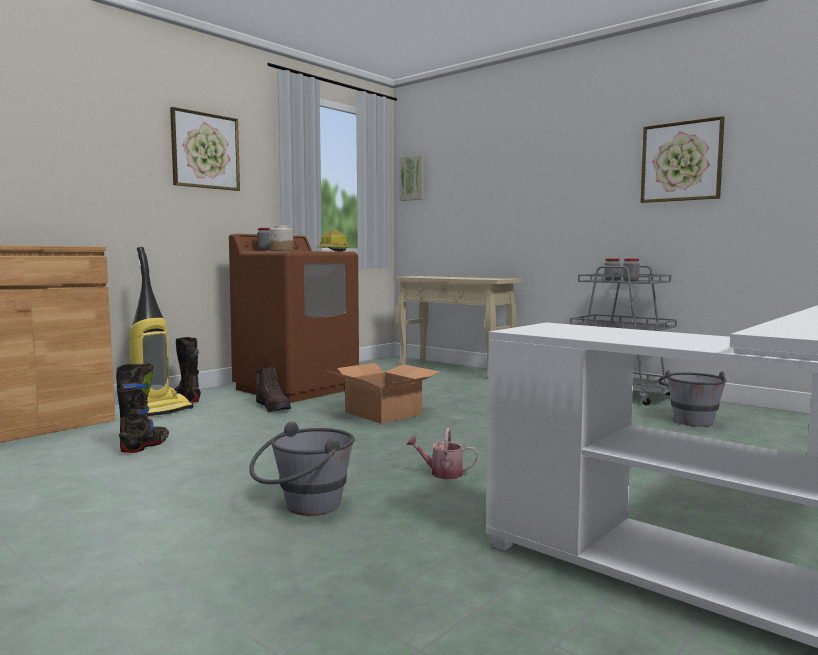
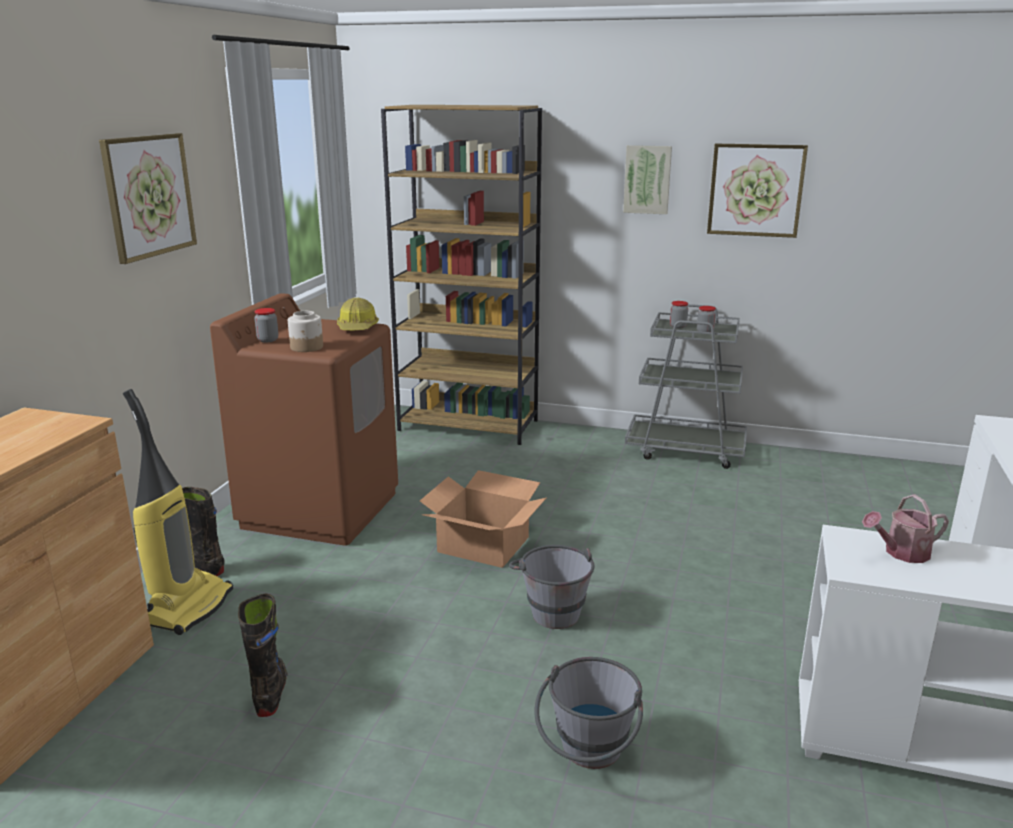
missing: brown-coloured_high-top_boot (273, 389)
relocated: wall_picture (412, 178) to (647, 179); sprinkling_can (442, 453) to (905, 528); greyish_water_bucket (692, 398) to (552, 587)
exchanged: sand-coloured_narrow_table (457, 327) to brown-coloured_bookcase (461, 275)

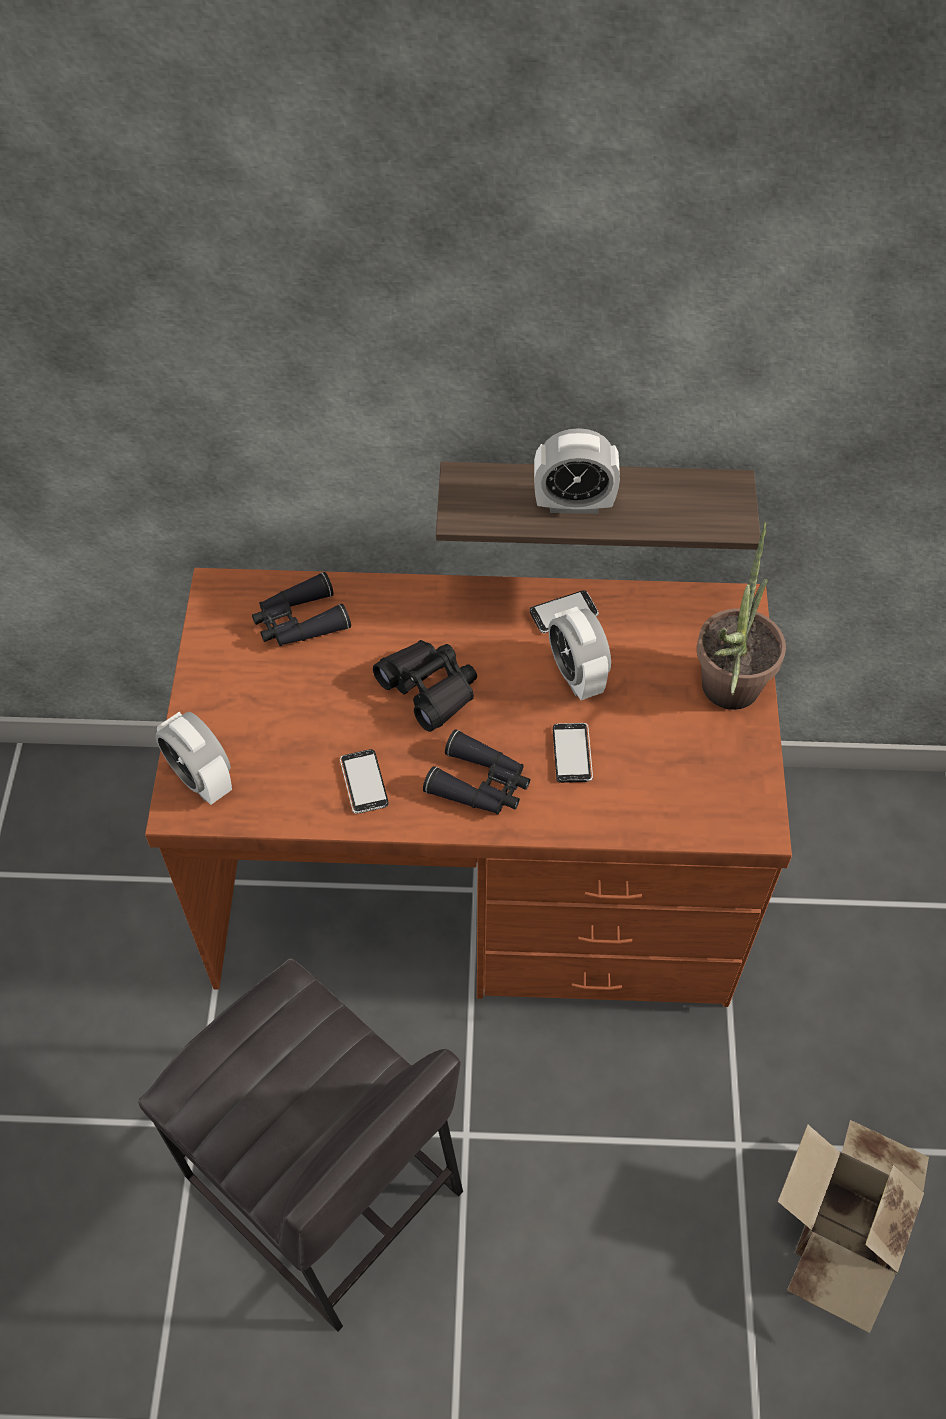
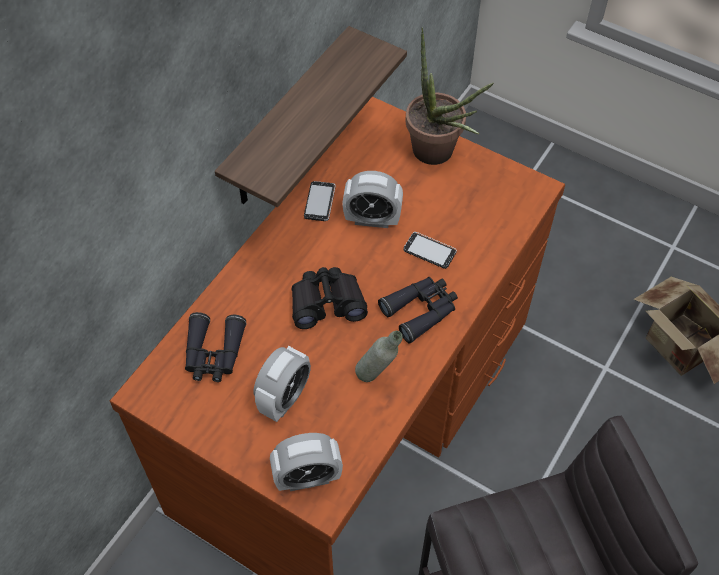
relocated: table_clock (577, 471) to (282, 384)
exchanged: telephone (364, 781) to greyish_beverage_bottle (379, 356)

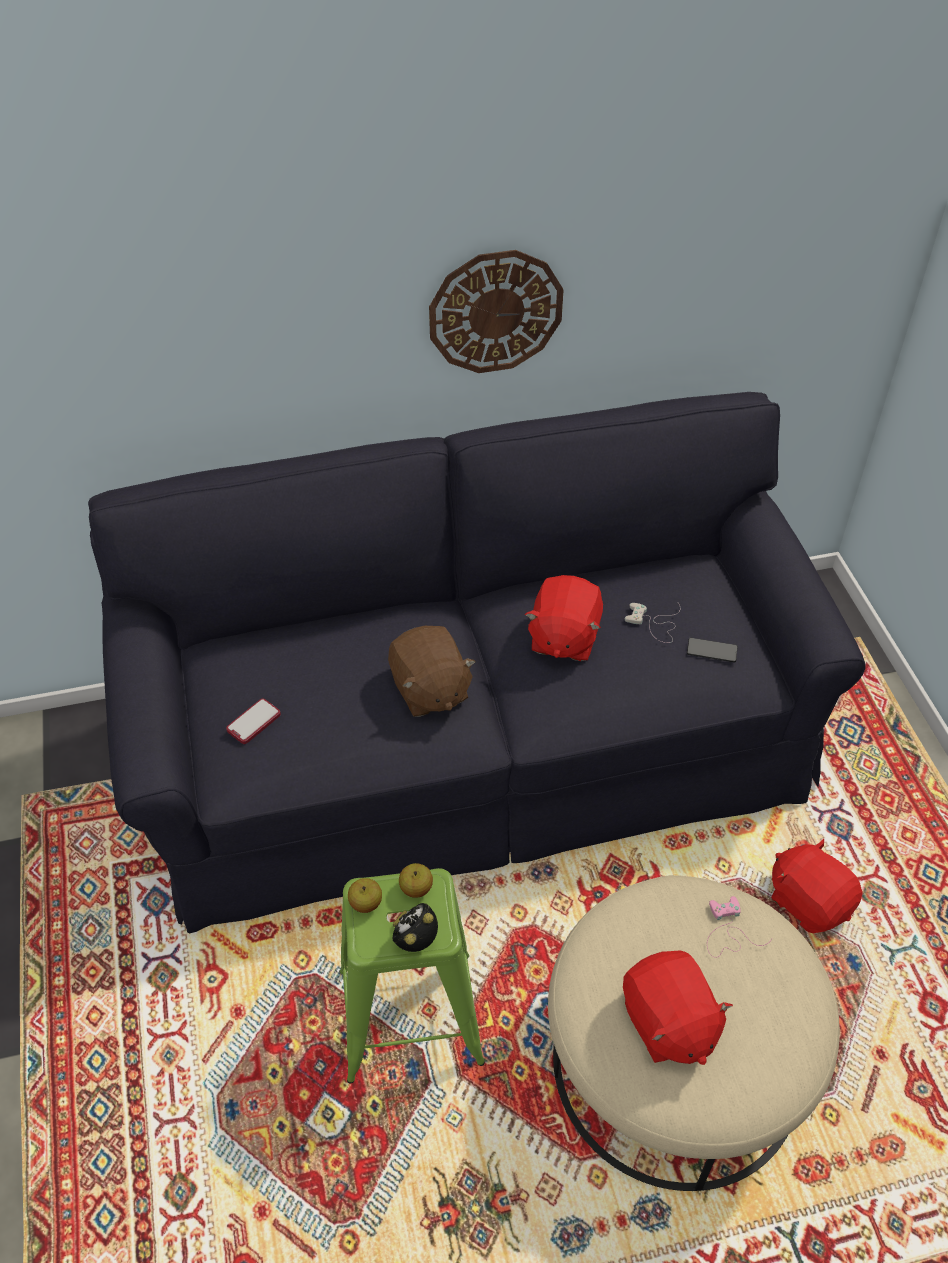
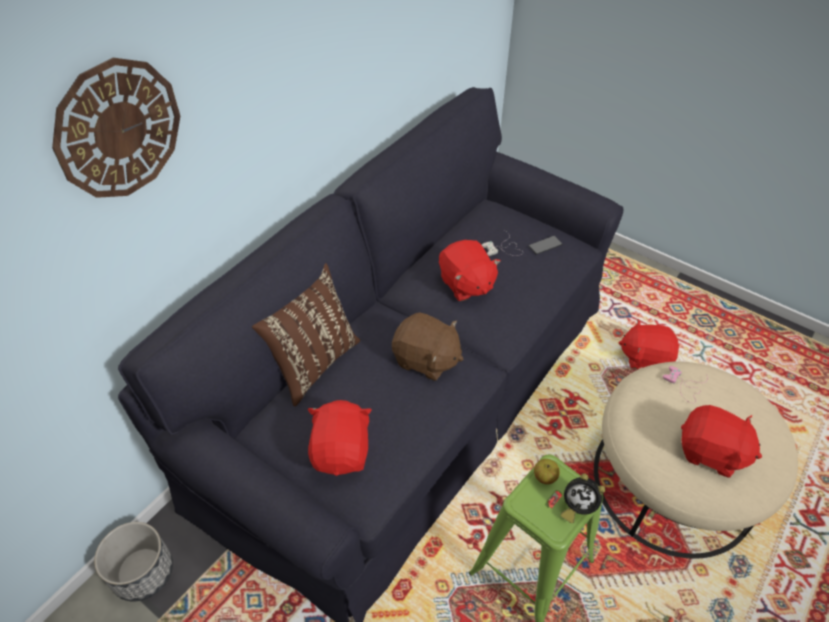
missing: whole_apple (365, 895)
appeared: plant_pot (133, 562); brown-coloured_cushion (306, 334)
relocated: wall_clock (496, 311) to (116, 128)
exchanged: telephone (253, 721) to red-coloured_soft_toy (339, 438)
spun: table_clock (415, 927) = (583, 498) 60 degrees counterclockwise

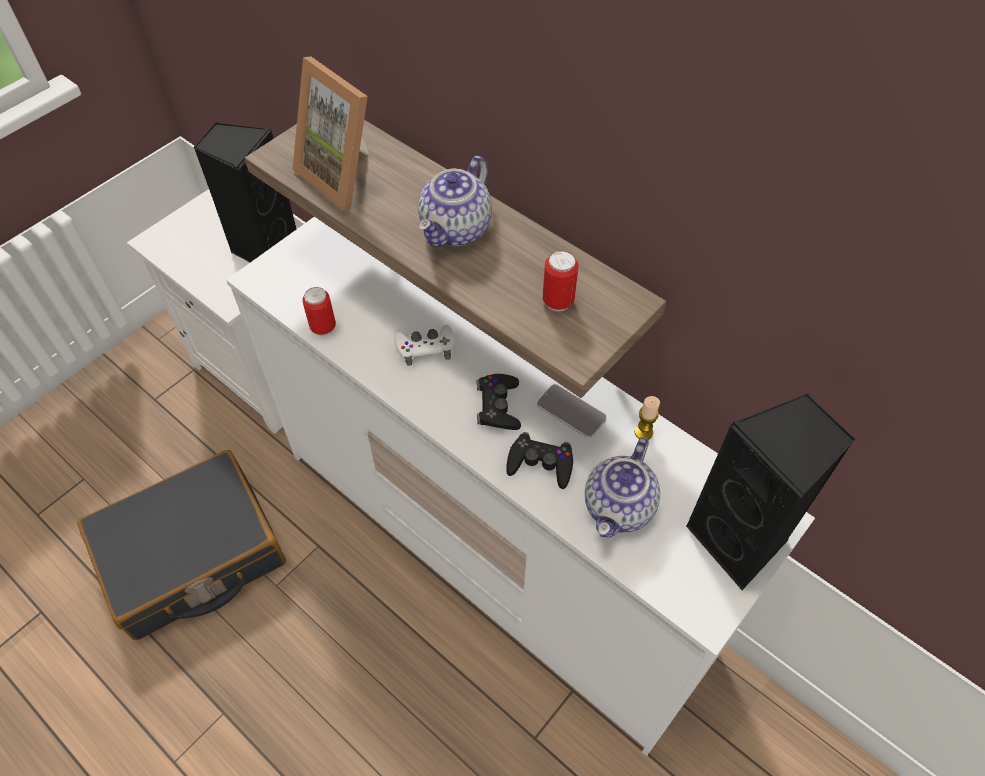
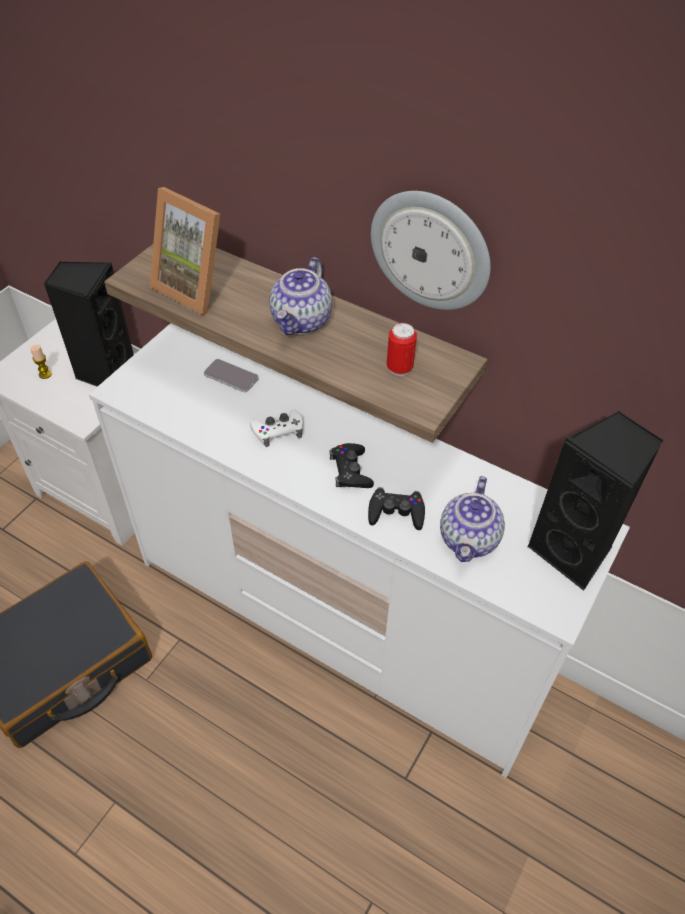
missing: can (319, 311)
appeared: wall_clock (431, 250)
relocated: telephone (572, 411) to (231, 375); wax_light (647, 418) to (41, 362)

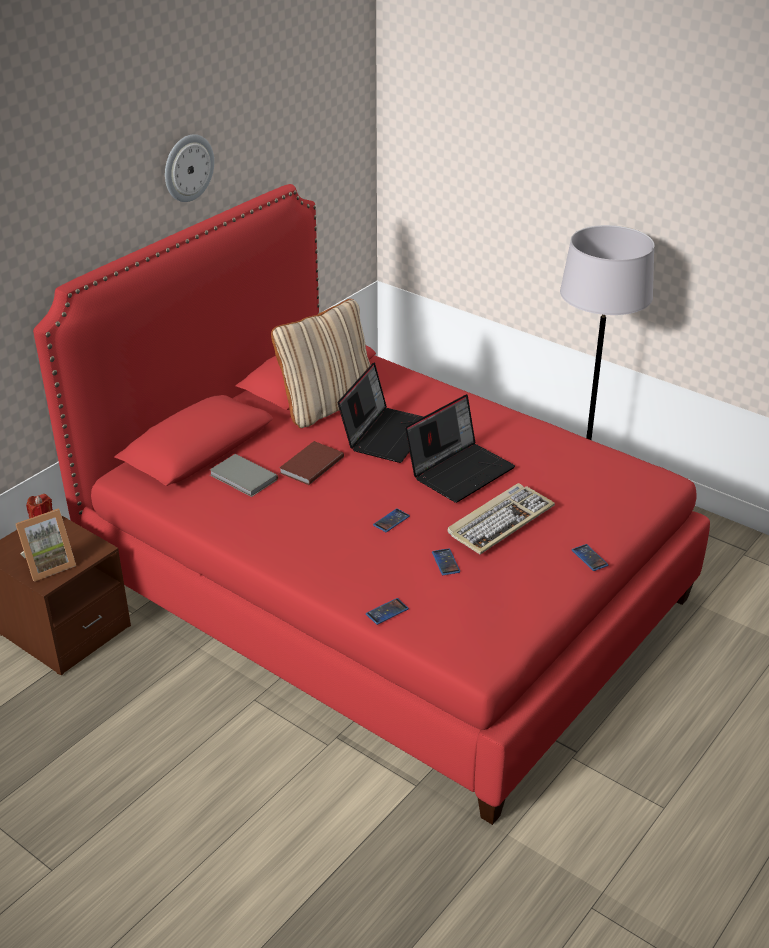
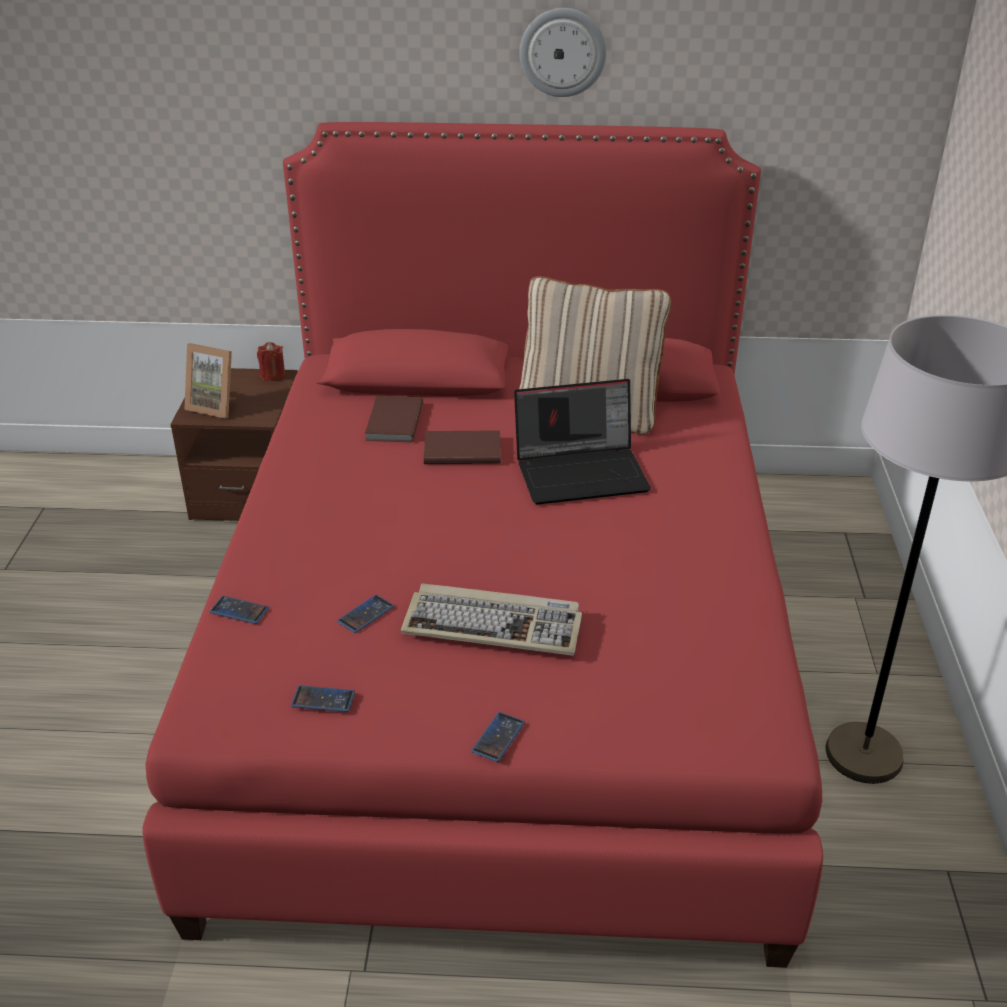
missing: notebook_computer (460, 448)
relocated: telephone (391, 520) to (323, 698)
colour: greyish_volume (244, 475) to brown-coloured_volume (394, 419)

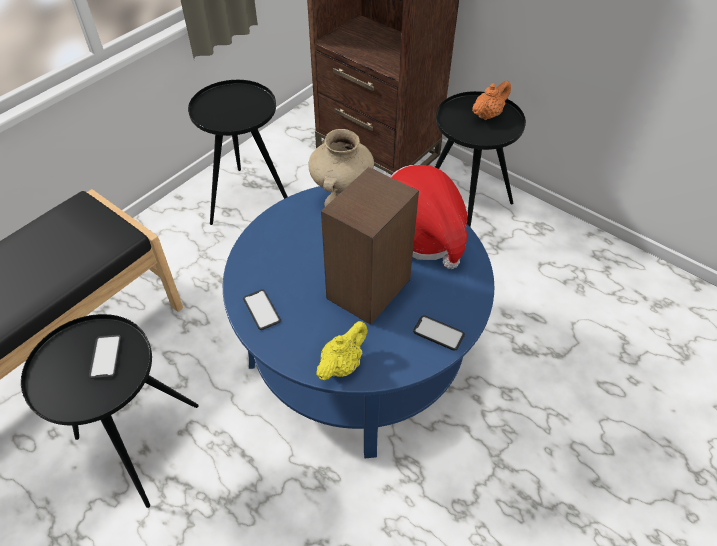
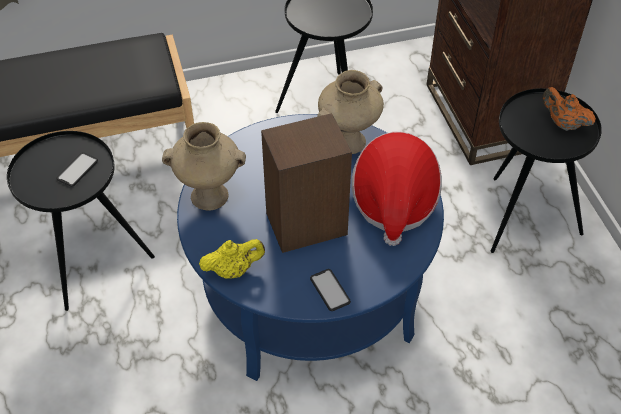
exchanged: telephone (262, 309) to sand-coloured_decorative_vase (204, 166)
spun: orange_tea_pot (491, 100) = (569, 109) 135 degrees counterclockwise

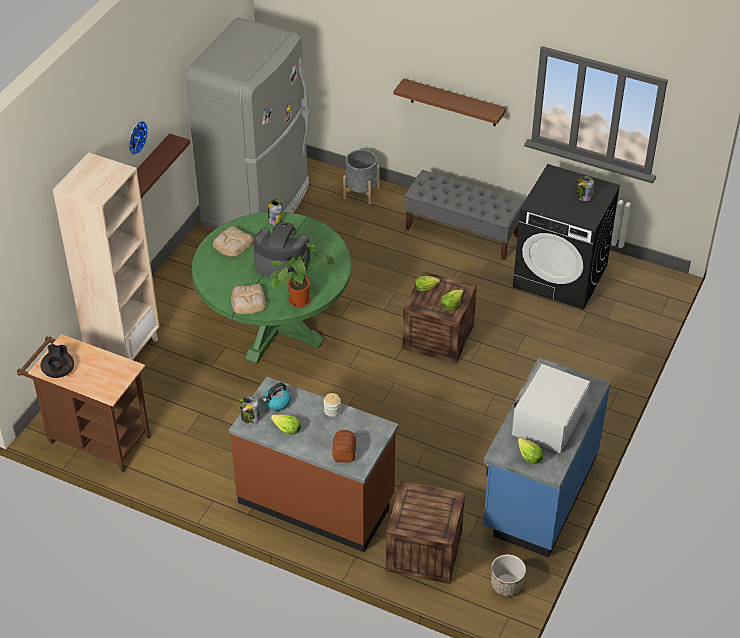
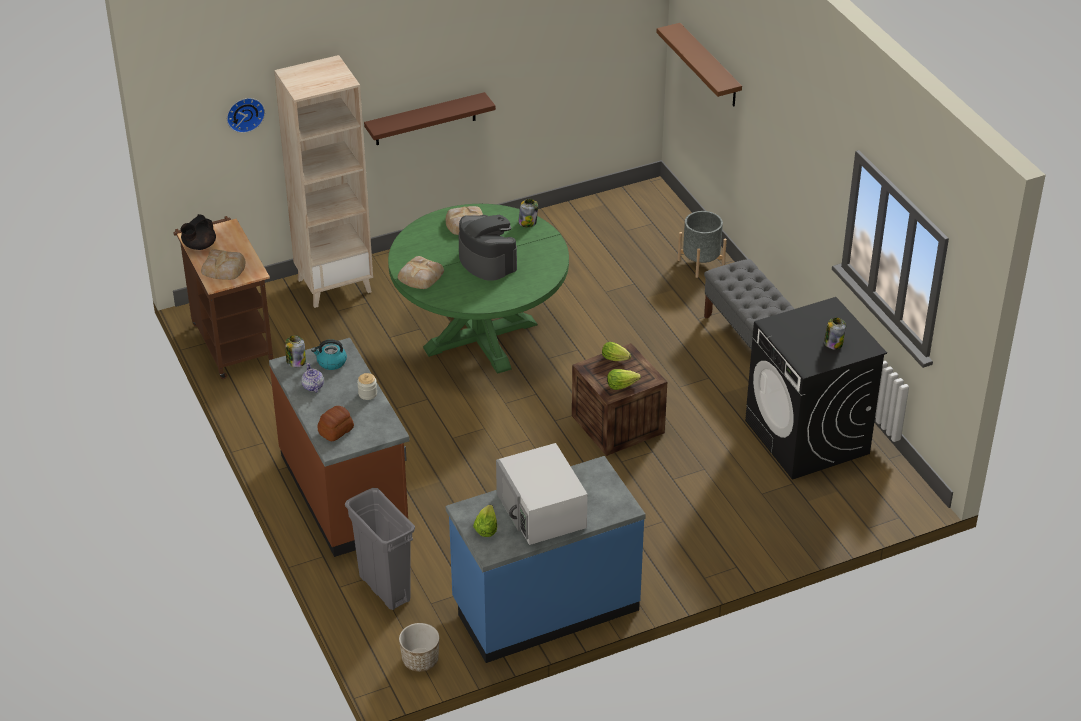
missing: greyish_fridge (248, 123); houseplant (302, 275)
appeared: bread (223, 265)
relocated: wall_clock (138, 138) to (246, 115); brown-coloured_wall_shelf (450, 102) to (699, 64)
exchanged: lettuce_head (286, 424) to tea_pot (312, 378); packing_crate (425, 532) to greyish_trash_can (380, 549)
spun: whitish_microwave (551, 408) = (542, 494) 90 degrees counterclockwise

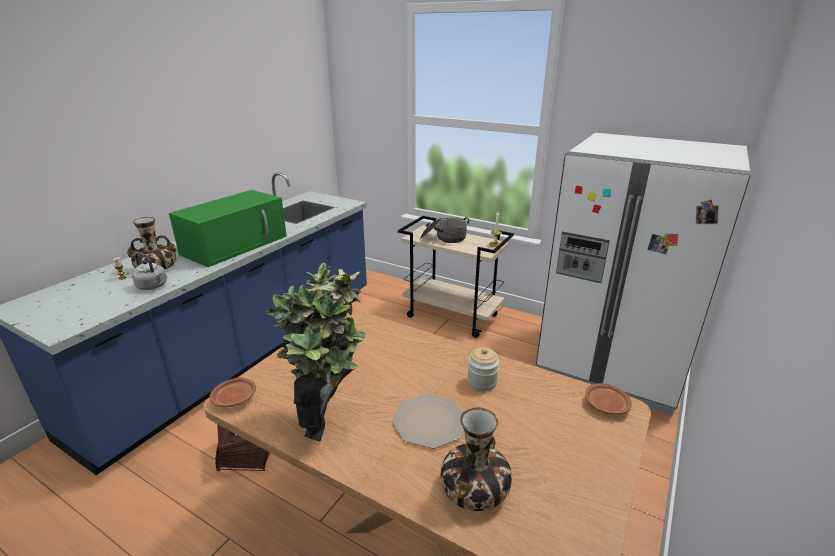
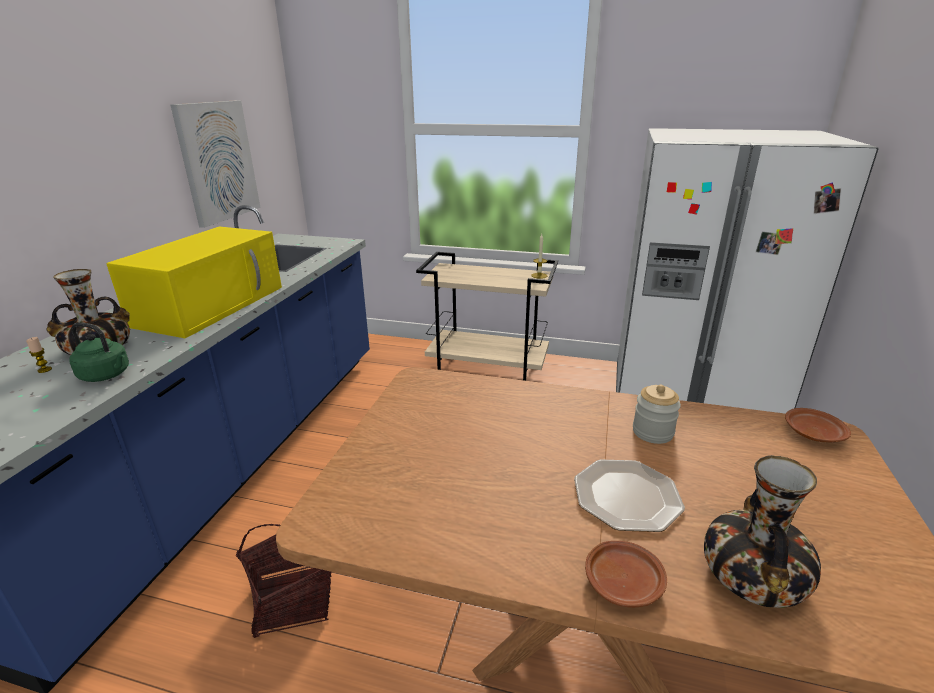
missing: houseplant (316, 351); cooking_pot (444, 230)
appeared: wall_picture (215, 164)
relocated: brown-coloured_dinner_plate (233, 392) to (626, 574)
colour: greyish_kettle (149, 271) to greenish_kettle (99, 352); greenish_microwave (228, 228) to yellow-coloured_microwave (194, 282)

